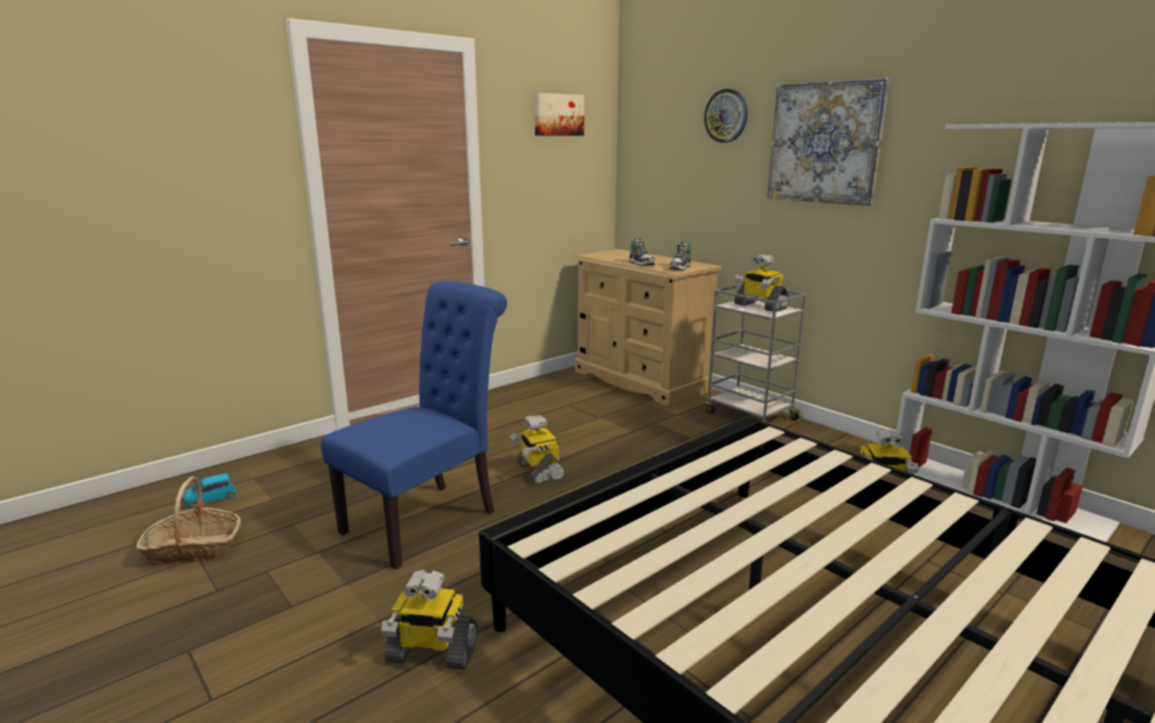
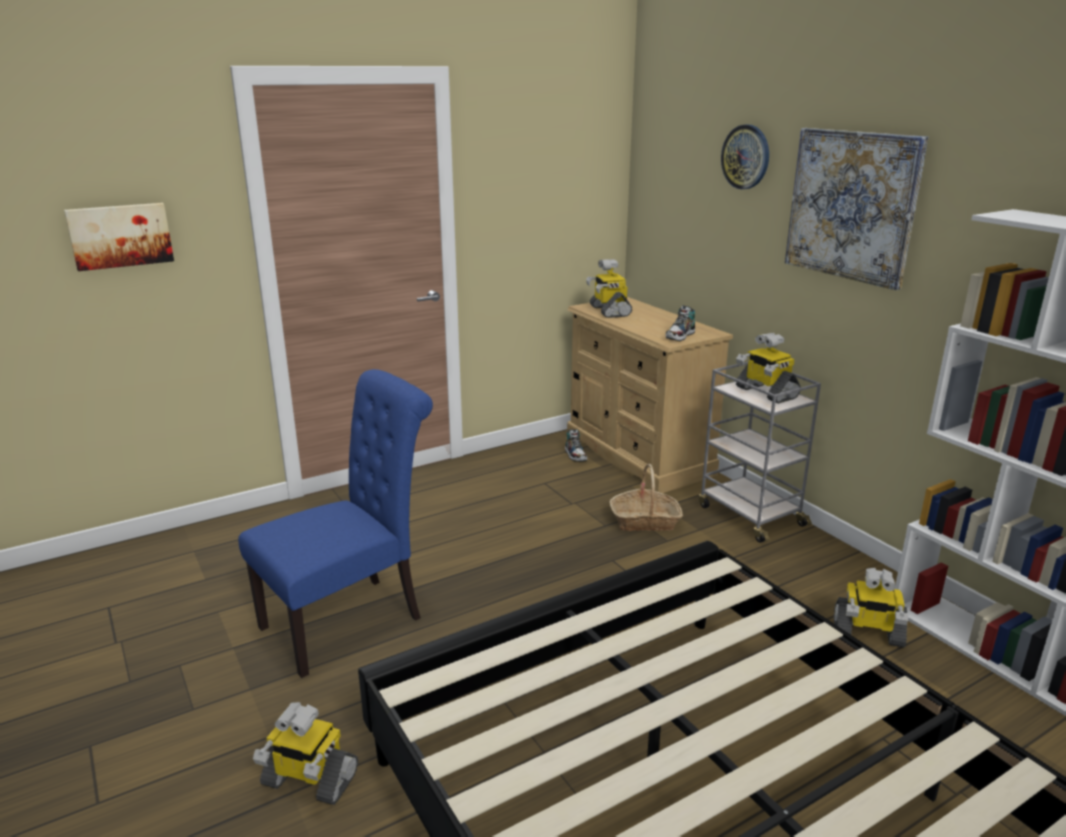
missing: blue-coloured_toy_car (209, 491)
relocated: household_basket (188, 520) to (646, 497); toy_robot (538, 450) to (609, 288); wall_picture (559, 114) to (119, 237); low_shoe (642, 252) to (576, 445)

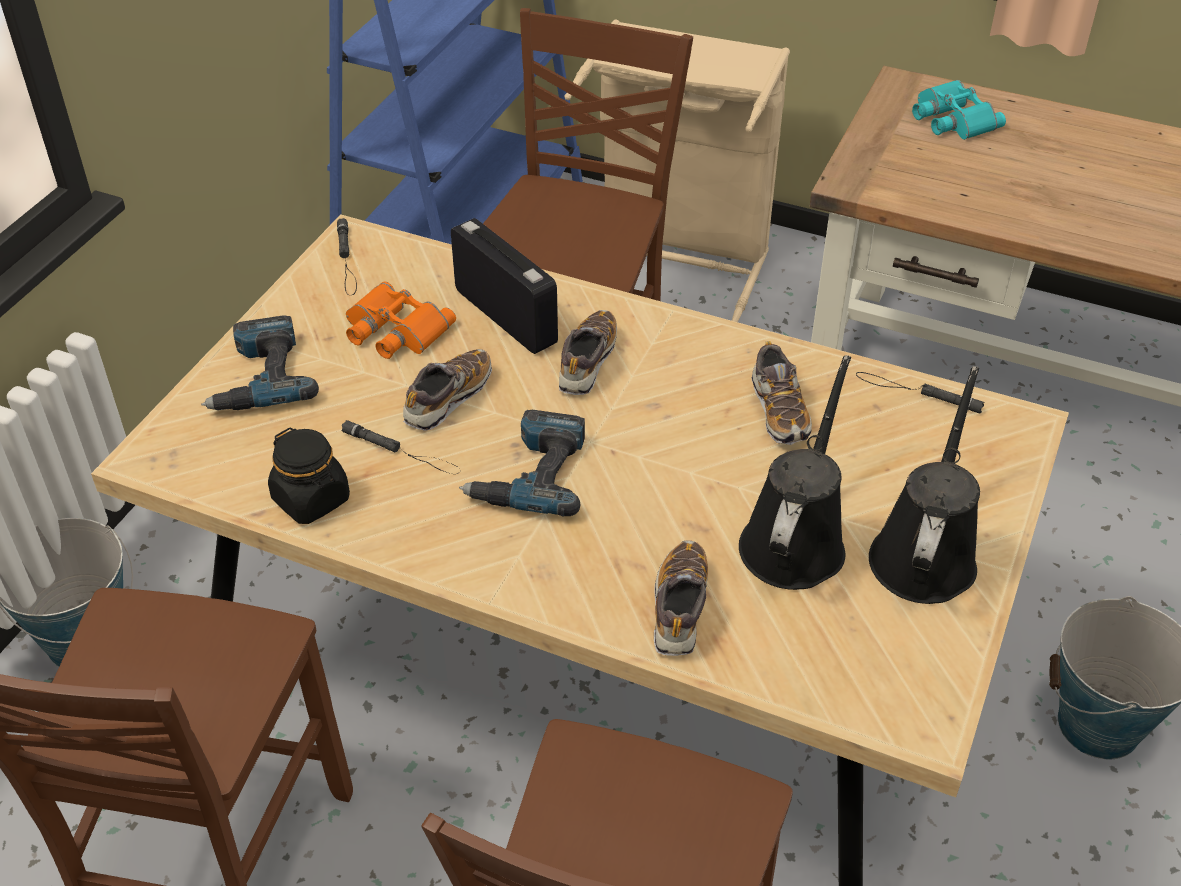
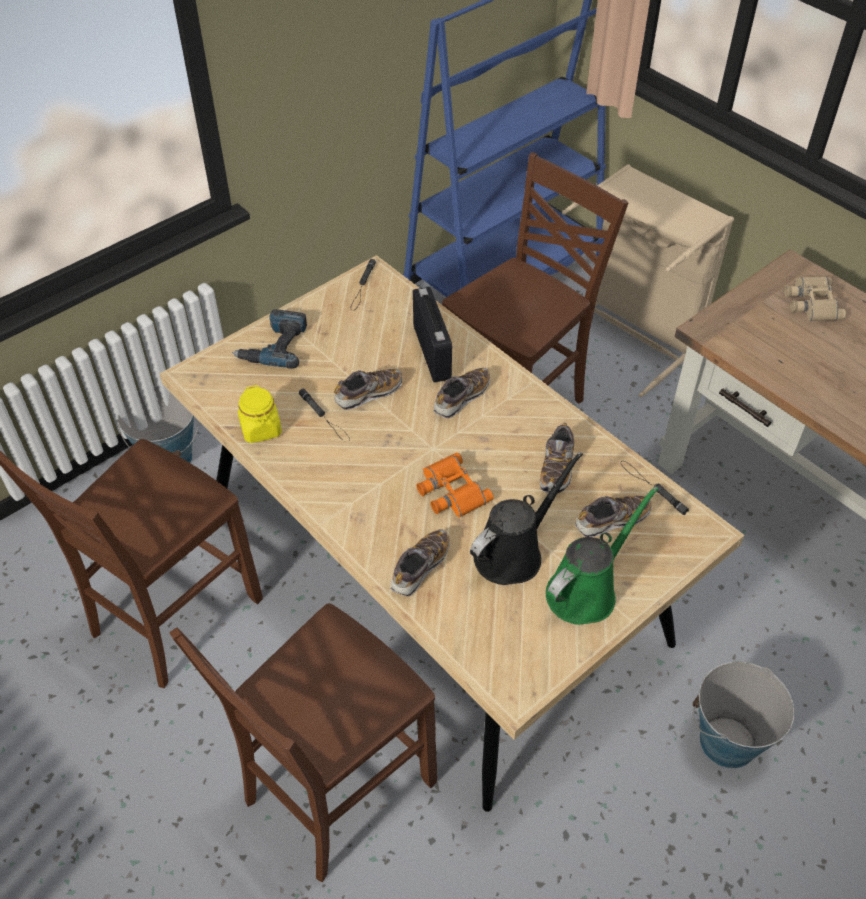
missing: power_drill (522, 463)
appeared: low_shoe (613, 516)
relocated: orange_binoculars (401, 320) to (455, 484)
colour: black_storage_jar (309, 475) to yellow-coloured_storage_jar (260, 414); black_sprinkling_can (924, 485) to greenish_sprinkling_can (602, 555); turquoise-coloured_binoculars (959, 110) to sand-coloured_binoculars (815, 298)

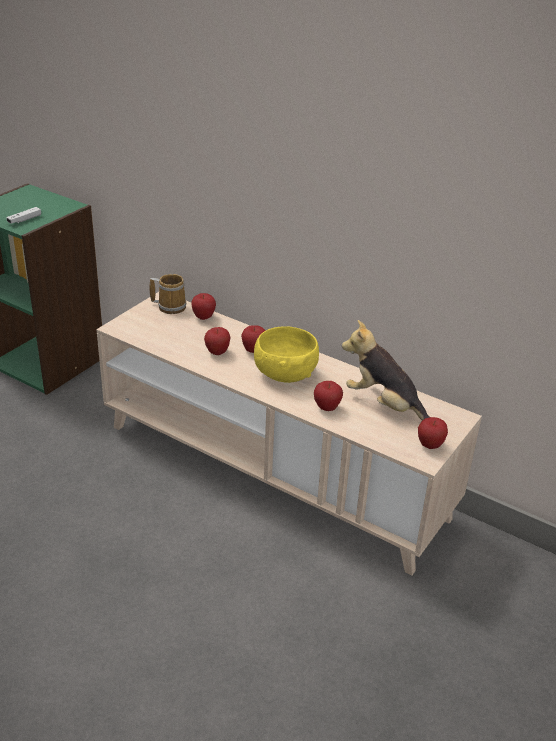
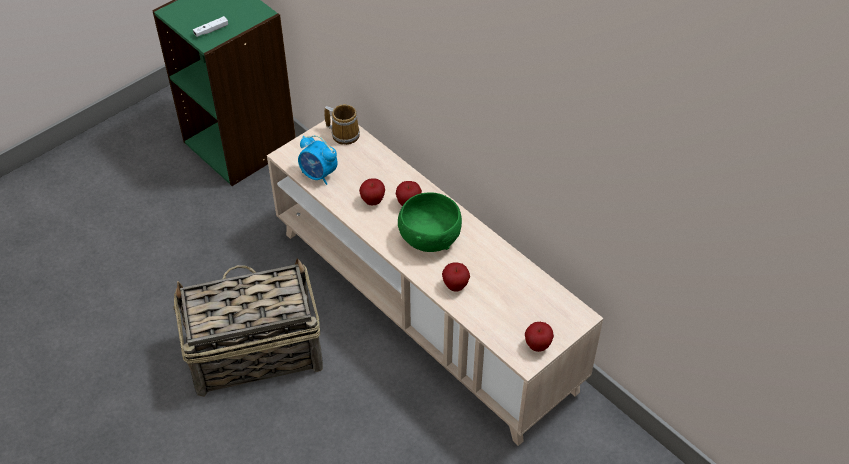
missing: whole_apple (203, 306); soft_toy (386, 370)
appeared: household_basket (248, 327); table_clock (318, 160)
colour: yellow-coloured_bowl (286, 354) to greenish_bowl (430, 222)

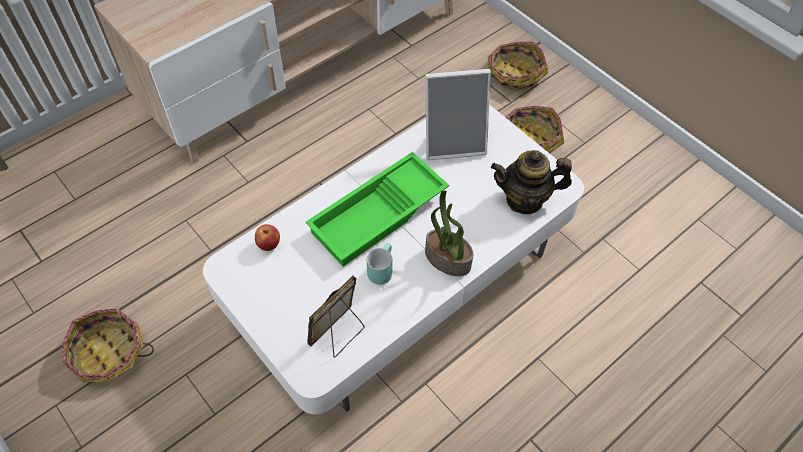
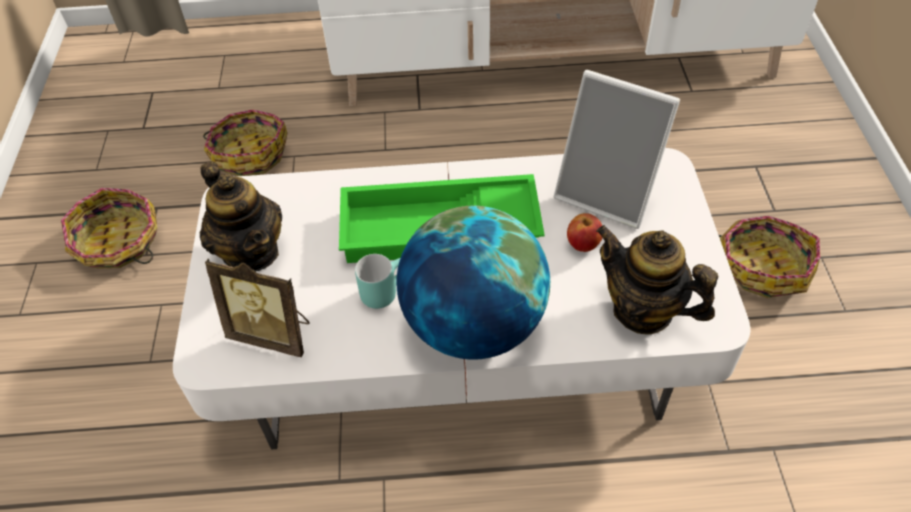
appeared: tea_pot (241, 216)
relocated: whole_apple (267, 237) to (584, 232); household_basket (518, 66) to (245, 142)
exchanged: houseplant (449, 233) to world_globe (473, 283)
spun: photo_frame (336, 317) = (257, 307) 150 degrees counterclockwise

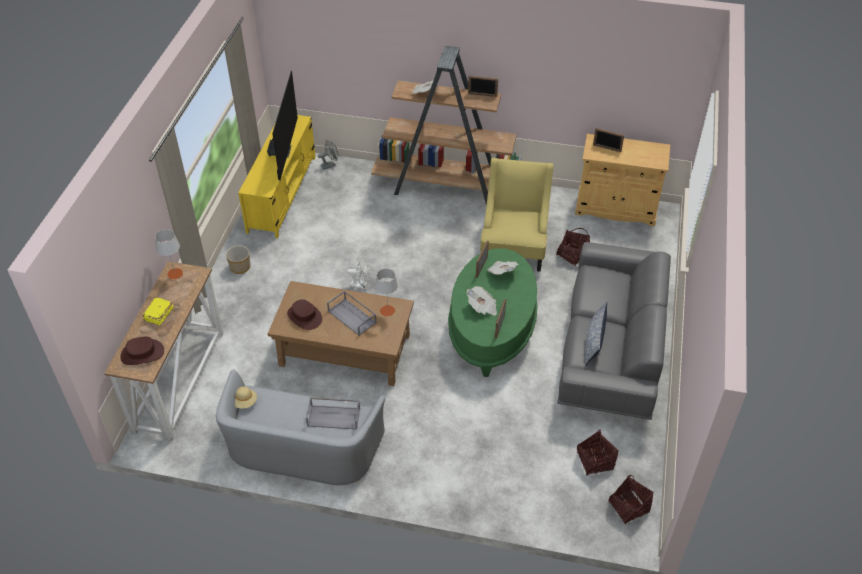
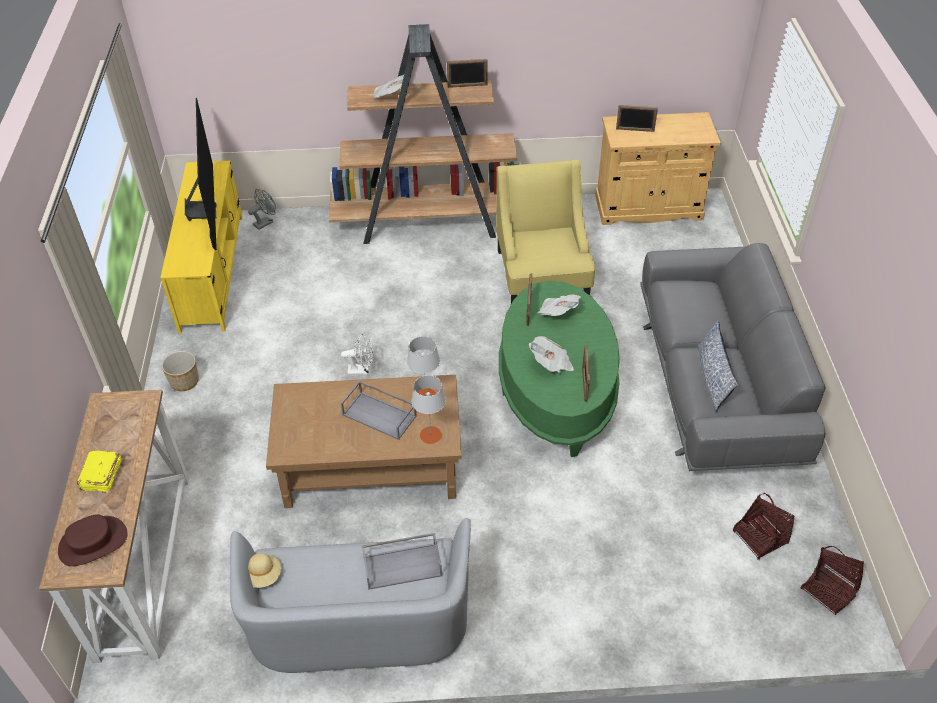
missing: brown-coloured_clothing_hat (304, 314); household_basket (573, 247)
relocated: greyish_tabletop_lamp (169, 254) to (429, 409)

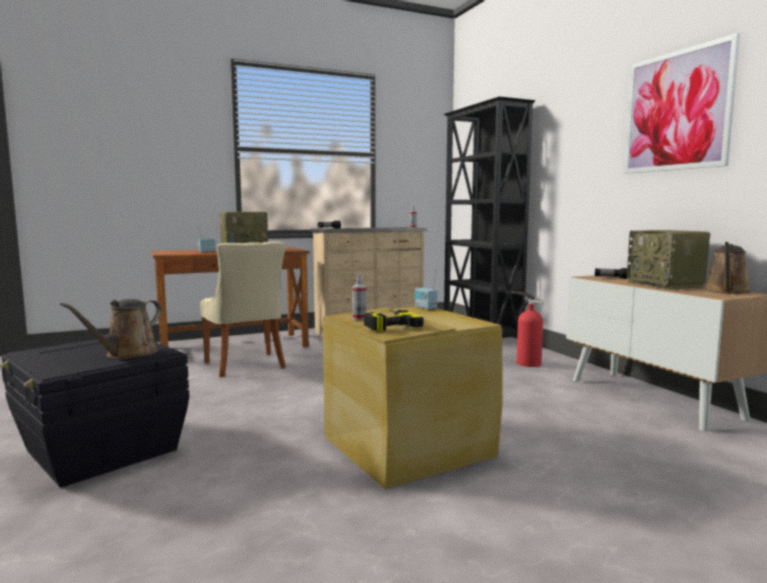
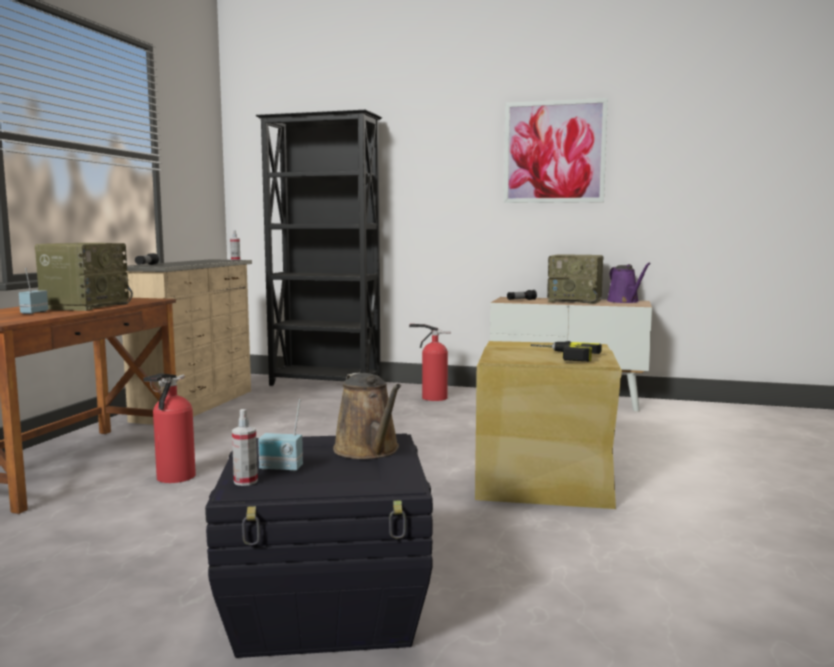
relocated: hand_sprayer (359, 297) to (245, 447); radio (426, 289) to (280, 435)
exchanged: sand-coloured_chair (243, 309) to fire_extinguisher (169, 428)
colour: brown-coloured_sprinkling_can (727, 268) to purplish_sprinkling_can (629, 283)

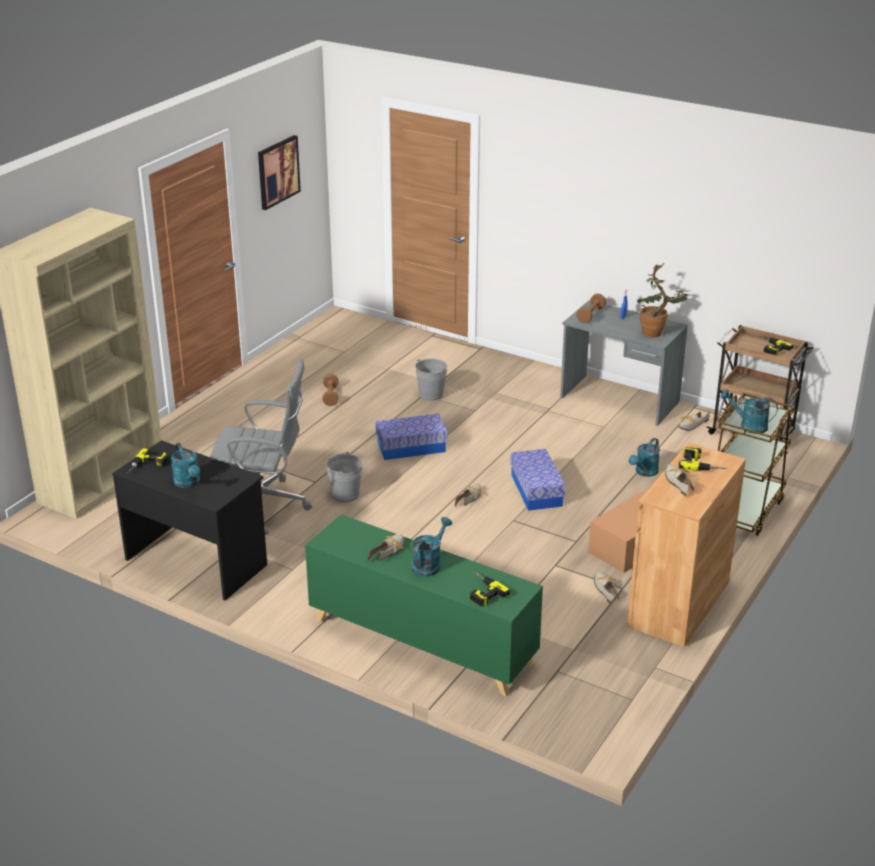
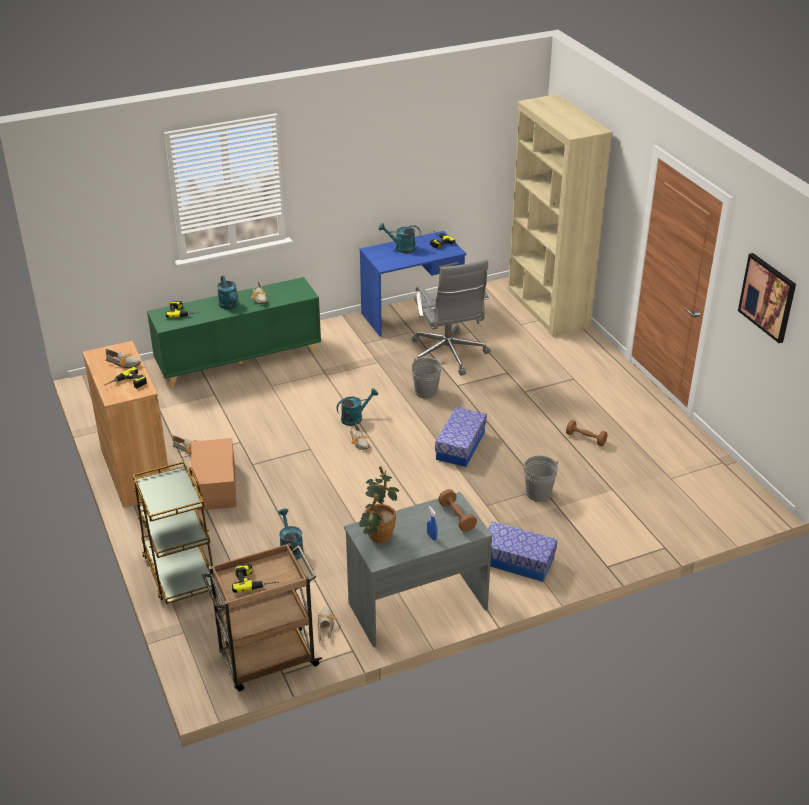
relocated: storage_box (538, 480) to (523, 551); turquoise-coloured_sprinkling_can (749, 411) to (357, 407)
colour: black_desk_table (189, 520) to blue-coloured_desk_table (413, 284)
spun: greyish_computer_chair (261, 447) = (451, 318) 60 degrees counterclockwise

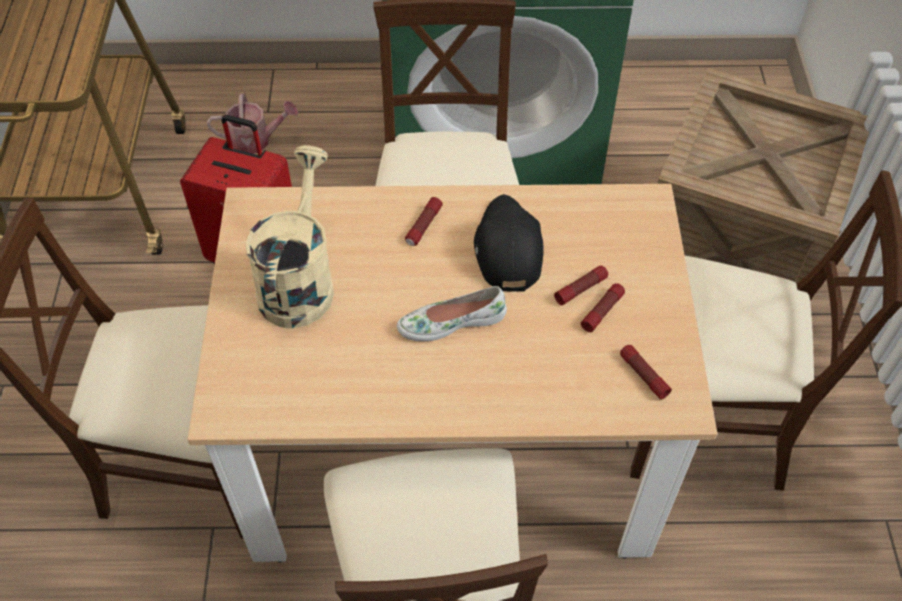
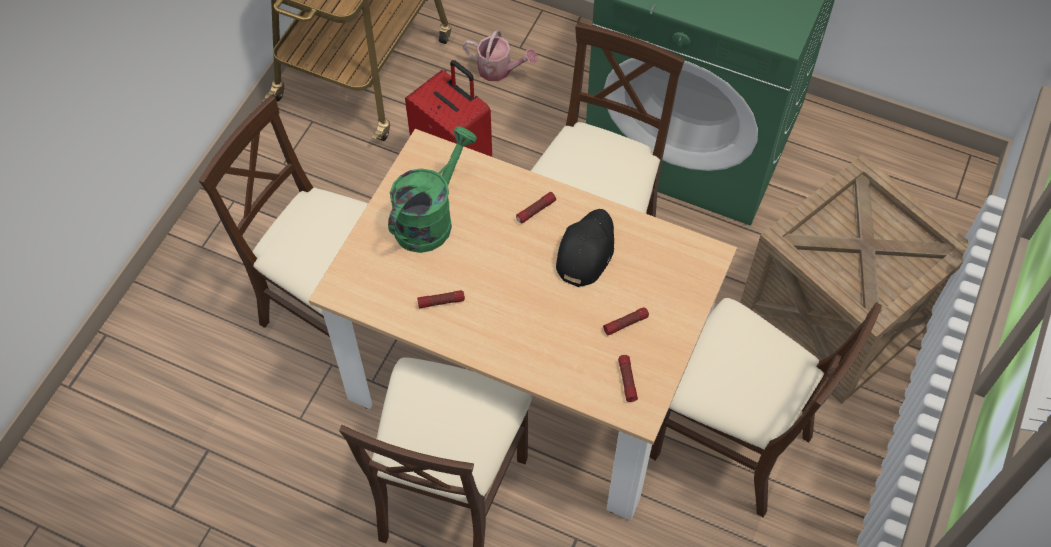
missing: whitish_low_shoe (452, 313)
relocated: hand_torch (581, 285) to (441, 299)
colour: sand-coloured_sprinkling_can (289, 236) to greenish_sprinkling_can (432, 189)

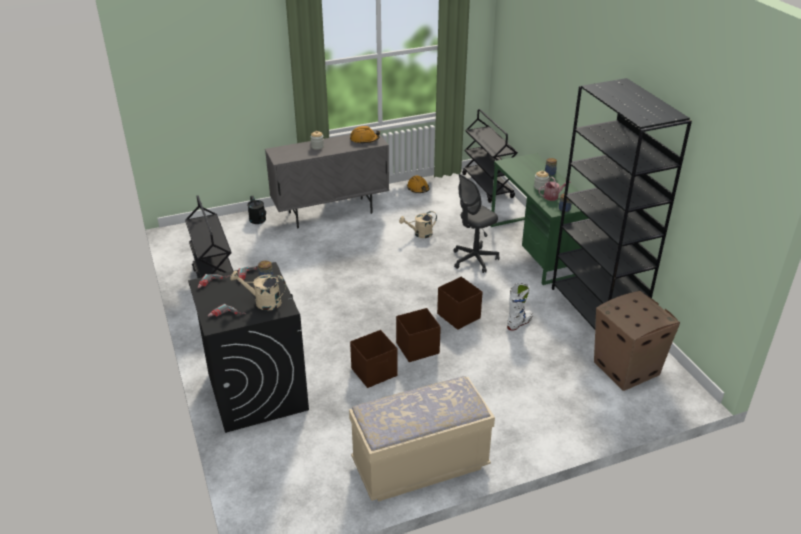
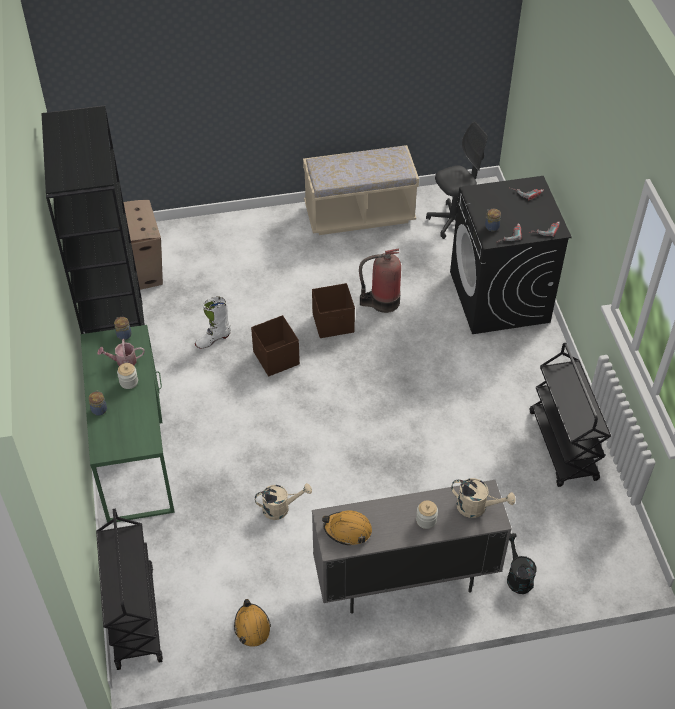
relocated: sand-coloured_sprinkling_can (258, 291) to (483, 498); greyish_computer_chair (476, 223) to (457, 180)
exchanged: brown-coloured_storage_box (374, 359) to fire_extinguisher (380, 280)

